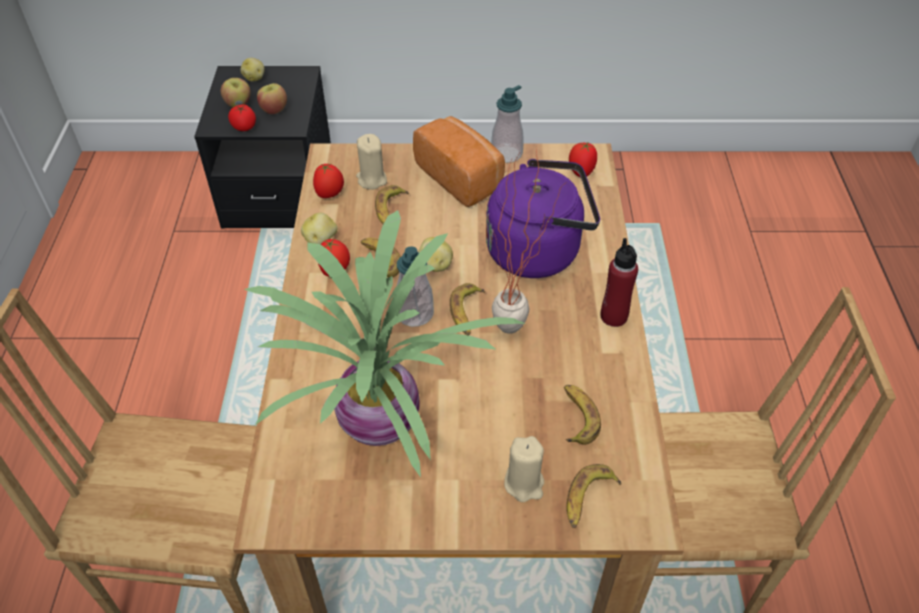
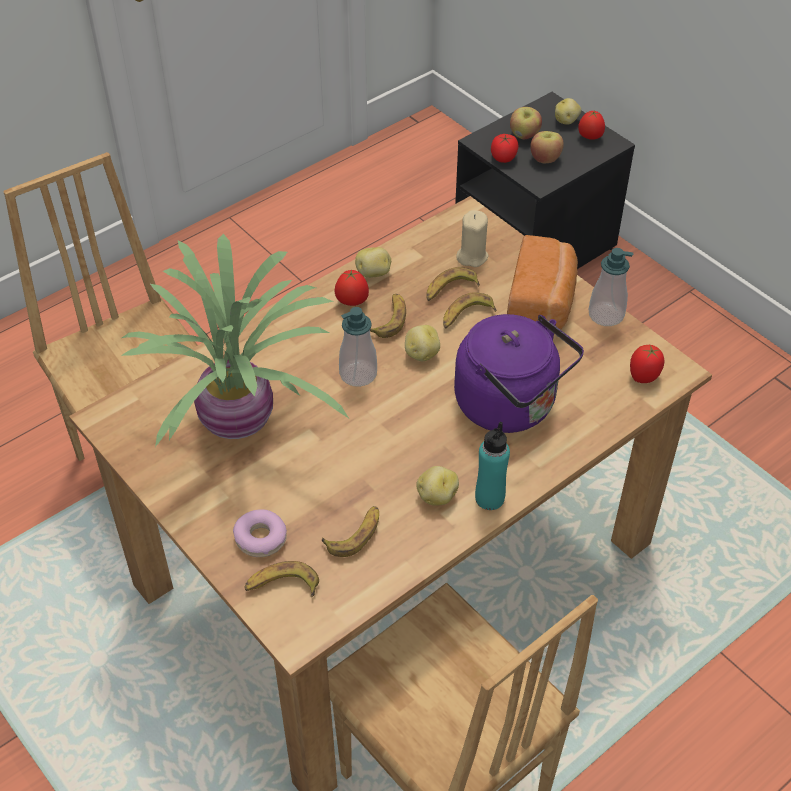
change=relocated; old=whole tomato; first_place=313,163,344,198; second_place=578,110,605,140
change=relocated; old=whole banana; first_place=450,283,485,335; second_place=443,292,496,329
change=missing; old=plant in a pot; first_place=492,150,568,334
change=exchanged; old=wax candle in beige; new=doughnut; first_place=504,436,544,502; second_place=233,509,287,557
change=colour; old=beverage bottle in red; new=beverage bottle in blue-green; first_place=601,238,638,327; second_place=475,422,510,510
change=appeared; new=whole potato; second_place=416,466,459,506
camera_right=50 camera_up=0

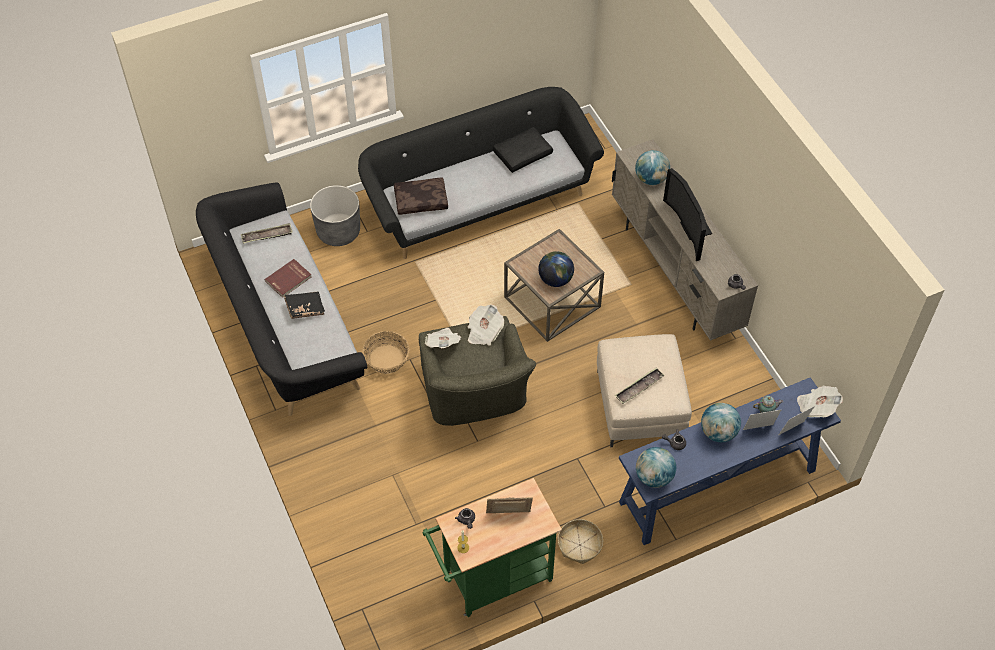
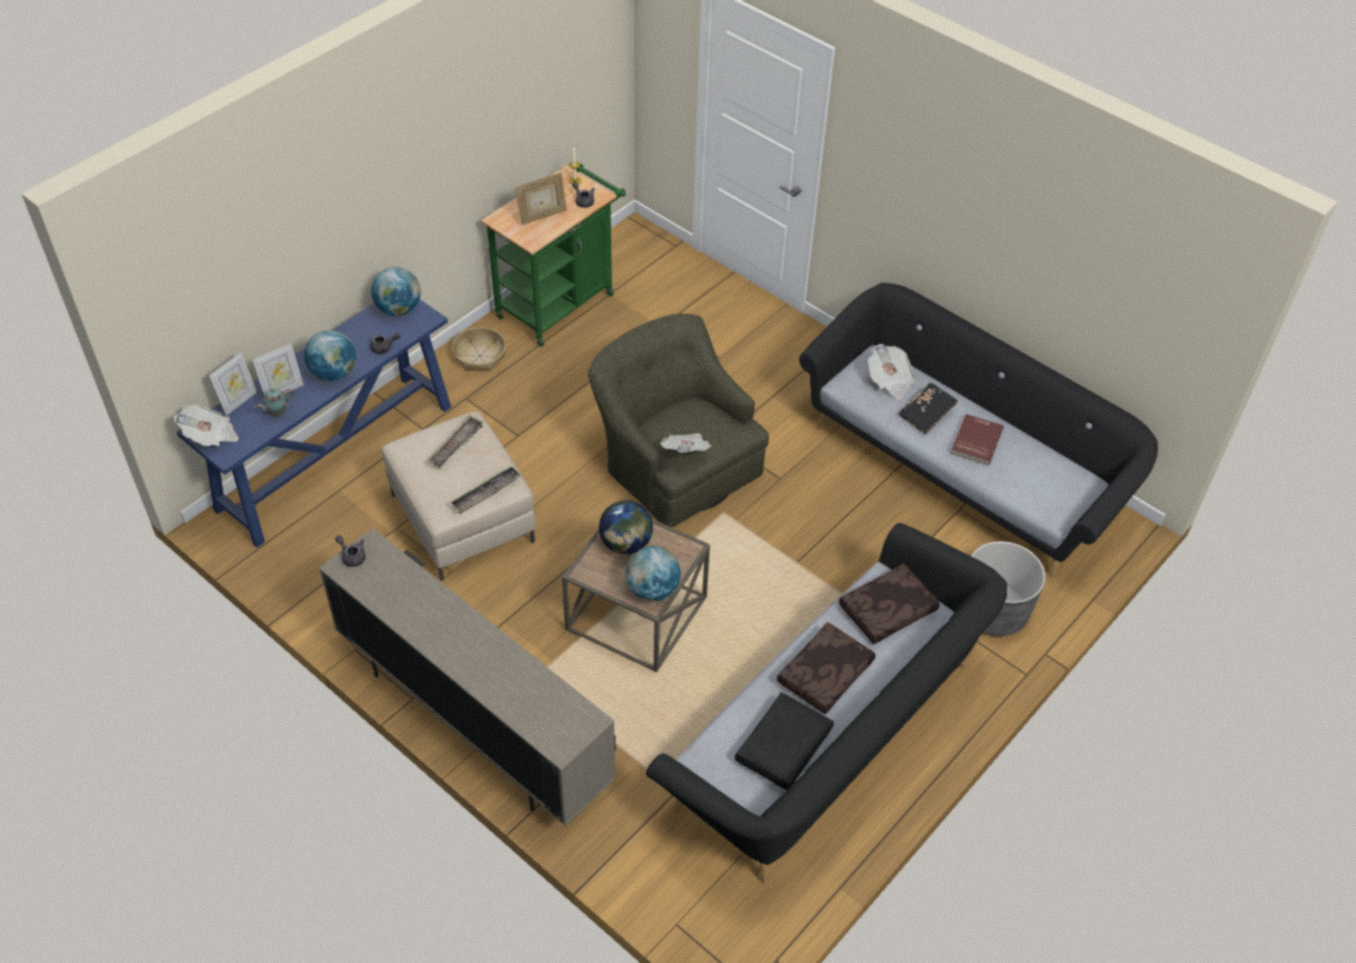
change=relocated; old=tray; first_place=241,223,293,244; second_place=449,465,521,514
change=missing; old=storage basket; first_place=362,331,409,374
change=relocated; old=daily paper; first_place=425,328,461,349; second_place=868,344,916,399
change=relocated; old=desk globe; first_place=635,150,670,185; second_place=626,546,681,601
change=missing; old=TV; first_place=663,168,712,261
change=appeared; new=cushion in brown-coloured; second_place=777,622,876,714
camera_right=155 camera_up=-5

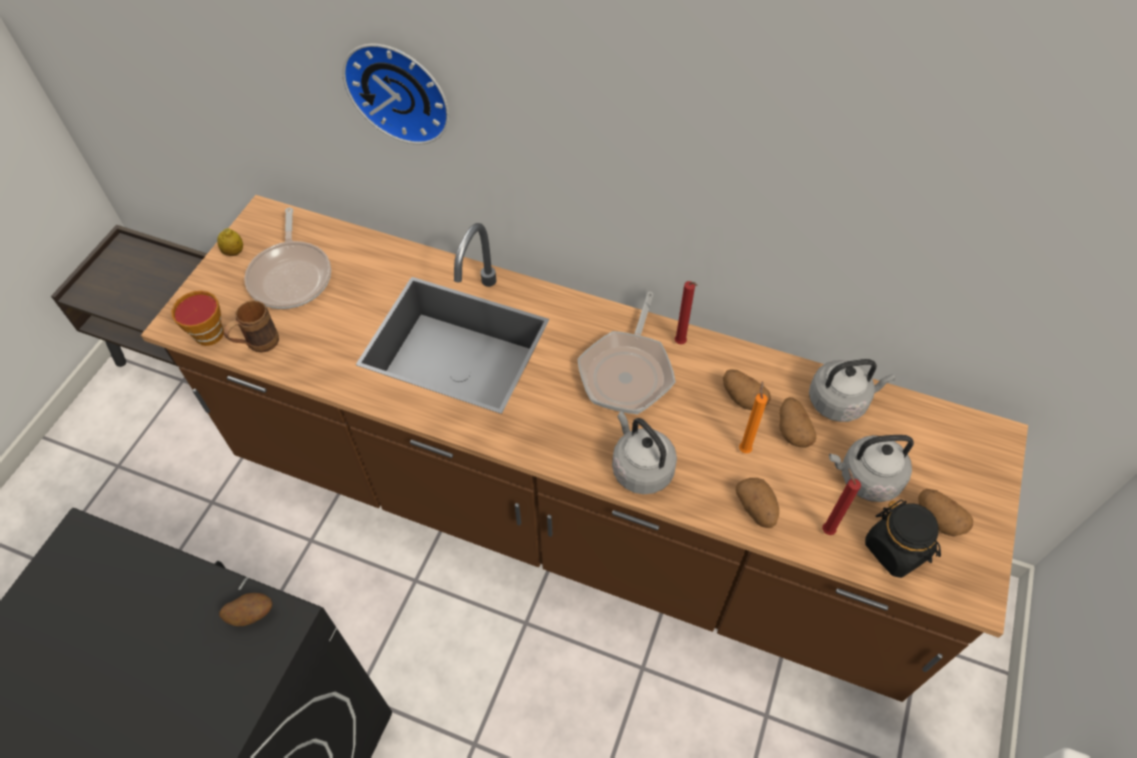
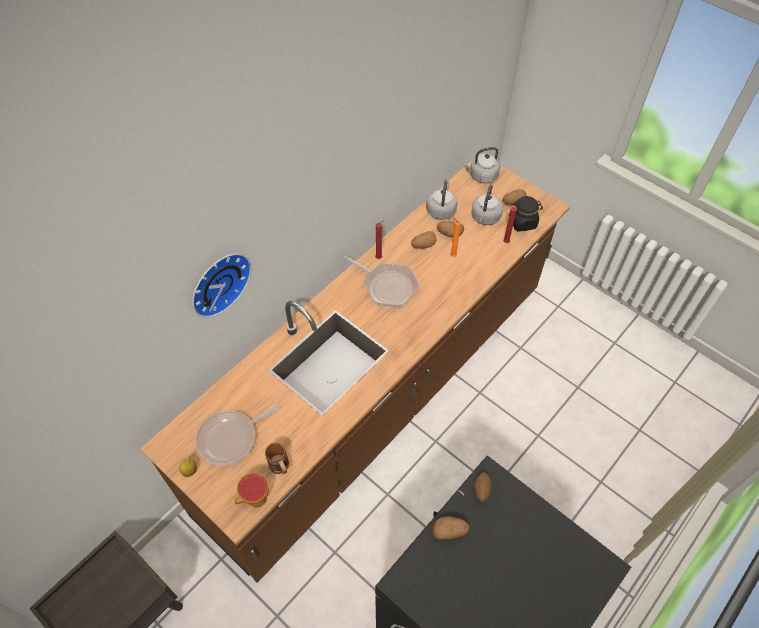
change=spun; old=frying pan; first_place=244,208,331,309; second_place=196,404,281,466; degrees=135
change=relocated; old=water kettle in greyish; first_place=612,411,677,494; second_place=463,147,500,184
change=relocated; old=whole potato; first_place=736,478,779,528; second_place=432,517,469,539
camera_right=-70 camera_up=0

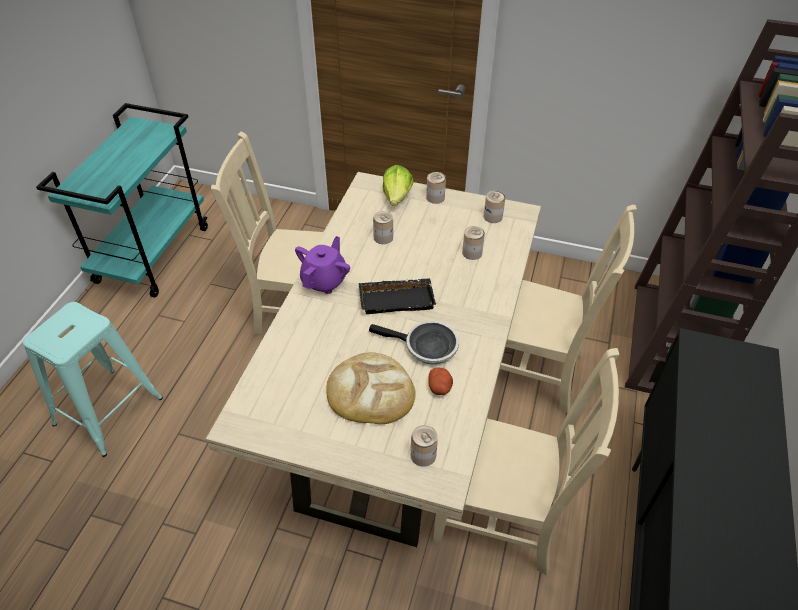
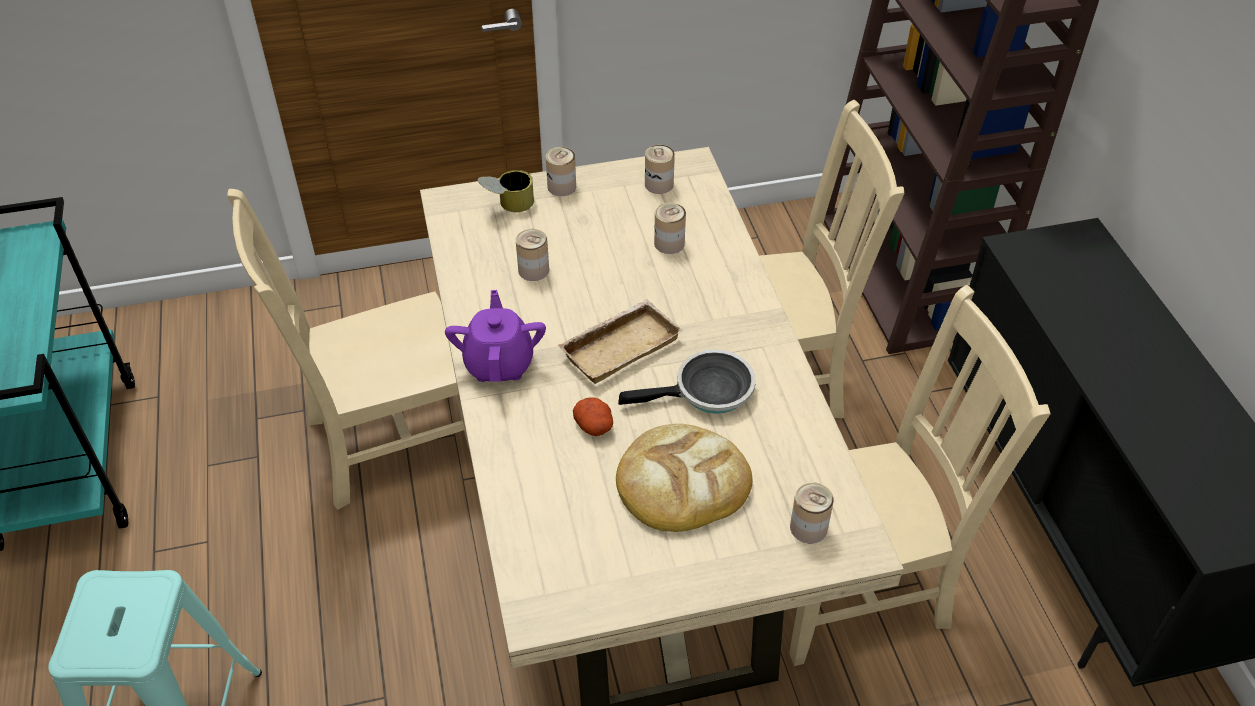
change=colour; old=tray in blackish; new=tray in beige; first_place=359,278,436,314; second_place=558,299,683,384
change=exchanged; old=lettuce; new=metal can; first_place=383,165,414,206; second_place=478,170,534,212
change=relocated; old=whole potato; first_place=428,367,453,395; second_place=573,397,613,436
camera_right=-30 camera_up=0

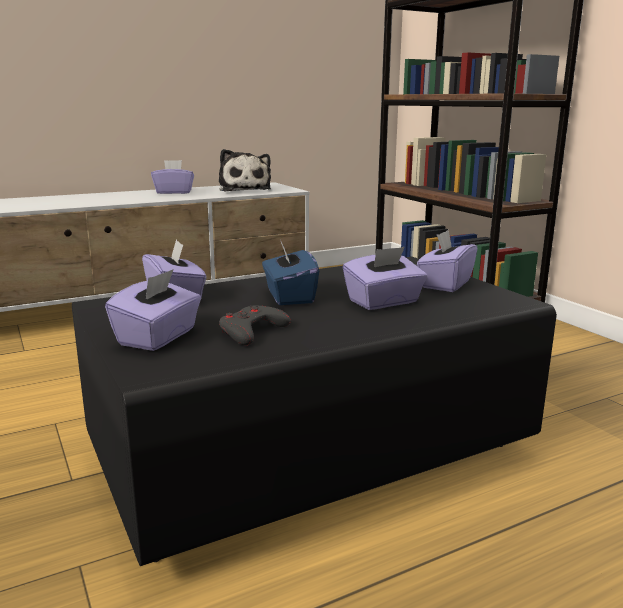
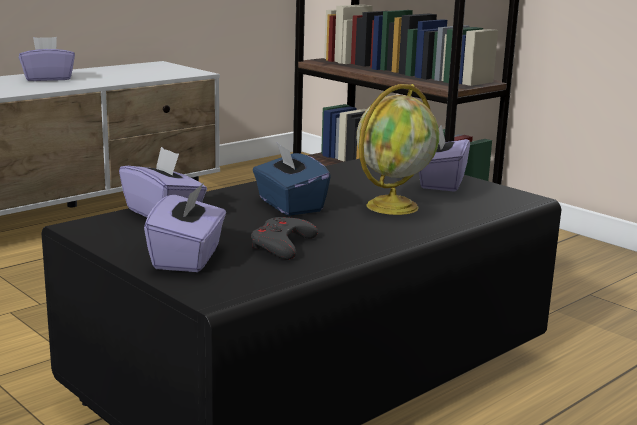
change=missing; old=plush toy; first_place=219,149,271,192
change=exchanged; old=tissue box in purple-coloured; new=desk globe; first_place=343,247,427,310; second_place=357,84,439,215
camera_right=-15 camera_up=0

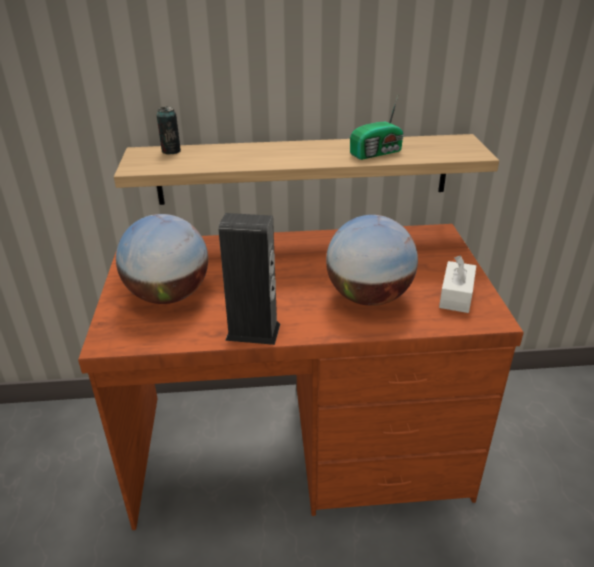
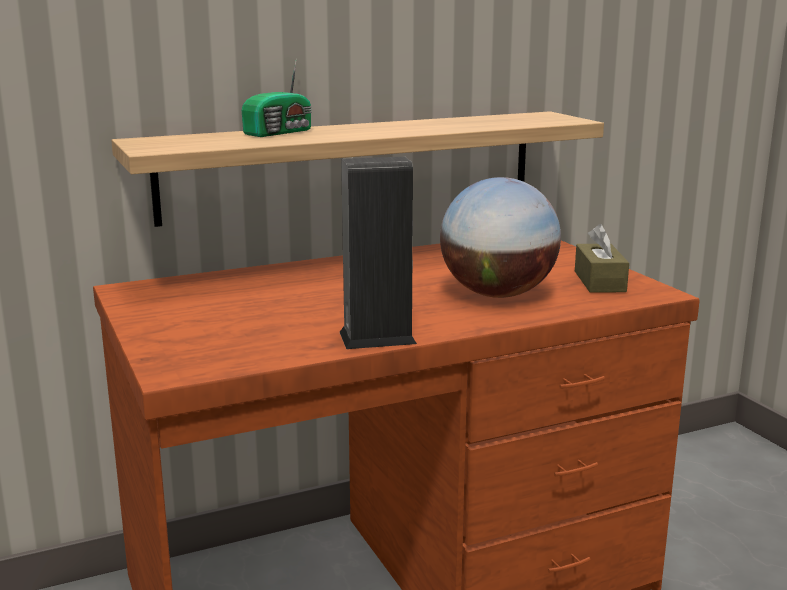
change=missing; old=desk globe; first_place=116,214,208,304
change=missing; old=metal can; first_place=157,106,181,154
change=relocated; old=radio; first_place=350,96,404,160; second_place=242,58,312,137
change=colour; old=tissue box in white-coloured; new=tissue box in brown-coloured; first_place=439,256,476,313; second_place=575,224,629,293
camera_right=-20 camera_up=-15

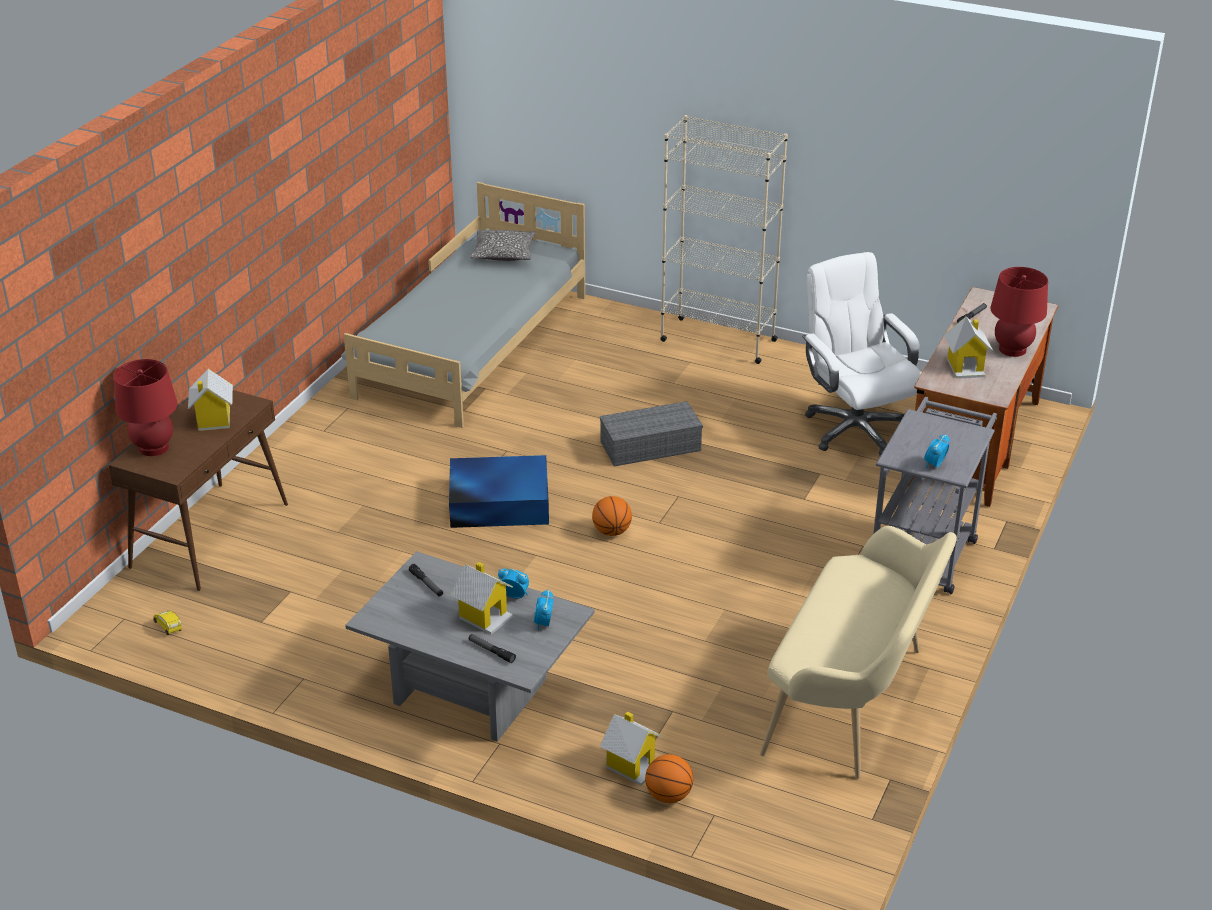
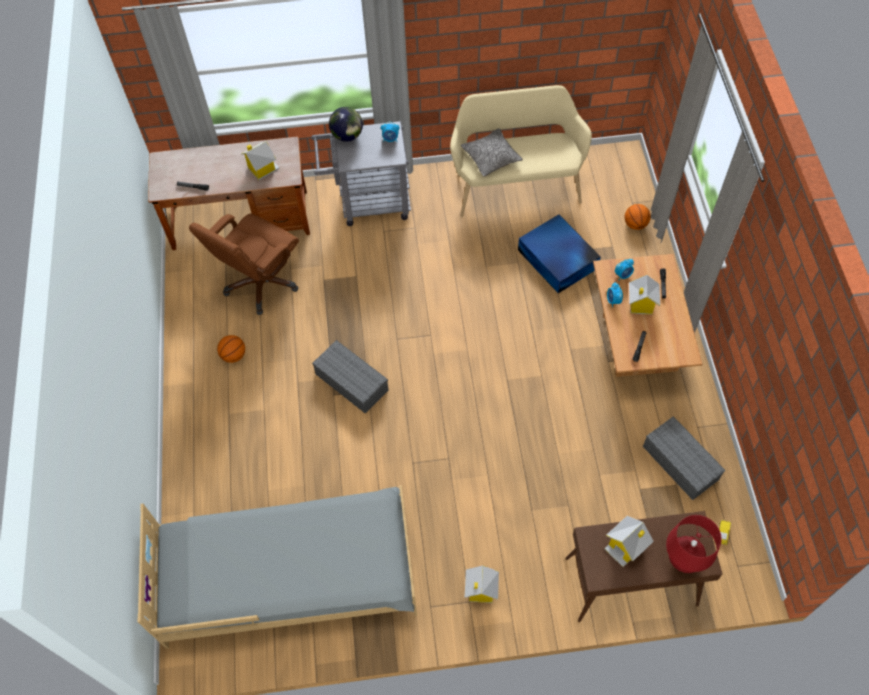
change=colour; old=low table in greyish; new=low table in brown-coloured; first_place=345,551,594,742; second_place=593,254,702,377
change=relocated; old=storage box in blue; first_place=449,455,549,528; second_place=518,214,601,293
change=relocated; old=cushion; first_place=470,230,536,261; second_place=461,128,523,176
change=relocated; old=ball for basketball; first_place=592,496,632,536; second_place=217,335,245,363
change=relocated; old=miniature house; first_place=600,712,662,786; second_place=465,566,499,603
change=missing; old=bookshelf in beige; first_place=660,115,788,364
change=colour; old=computer chair in white-coloured; new=computer chair in brown-coloured; first_place=802,252,922,456; second_place=189,214,299,315
change=missing; old=lamp for a table in red; first_place=991,267,1048,357
change=appeared; new=desk globe; second_place=329,107,363,142
change=appeared; new=storage box in greyish; second_place=643,416,726,500
camera_right=-120 camera_up=25

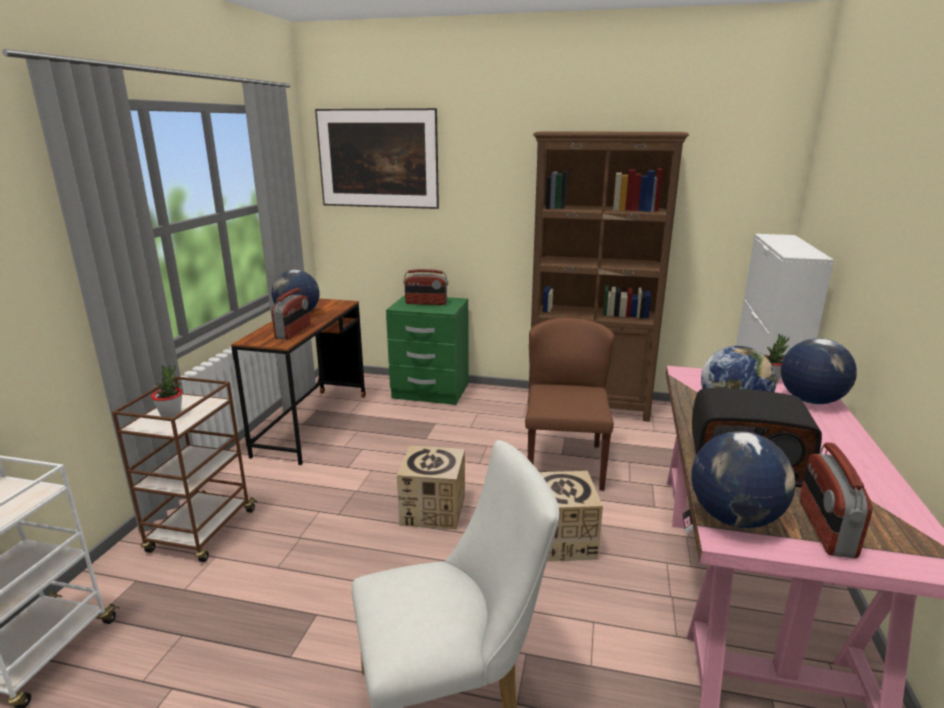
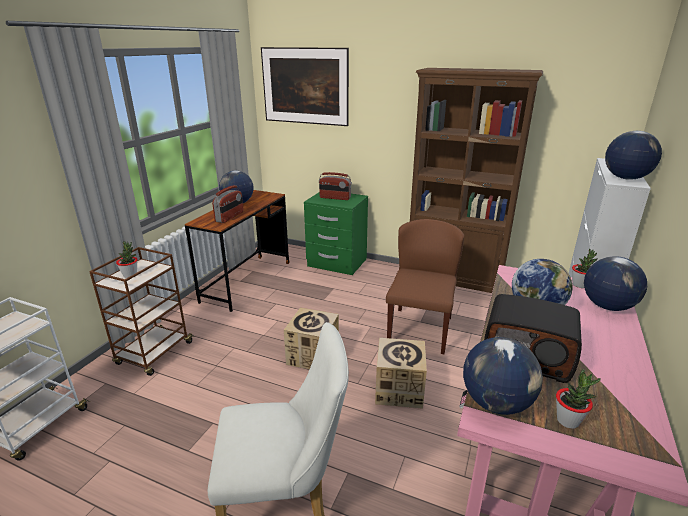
change=exchanged; old=radio; new=plant in a pot; first_place=800,442,872,558; second_place=556,369,601,429
change=appeared; new=desk globe; second_place=605,131,662,180
camera_right=10 camera_up=5

